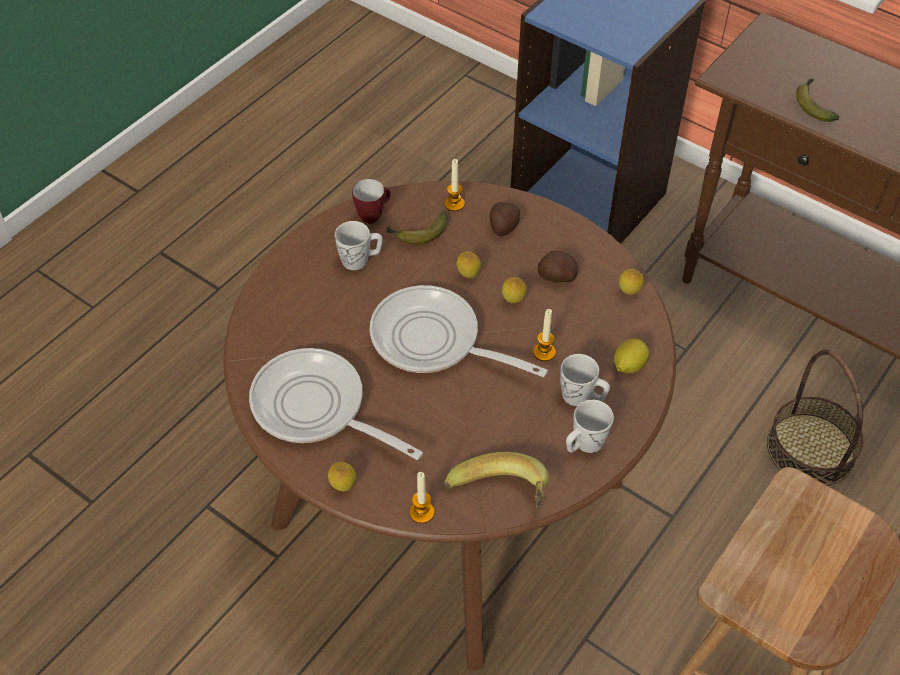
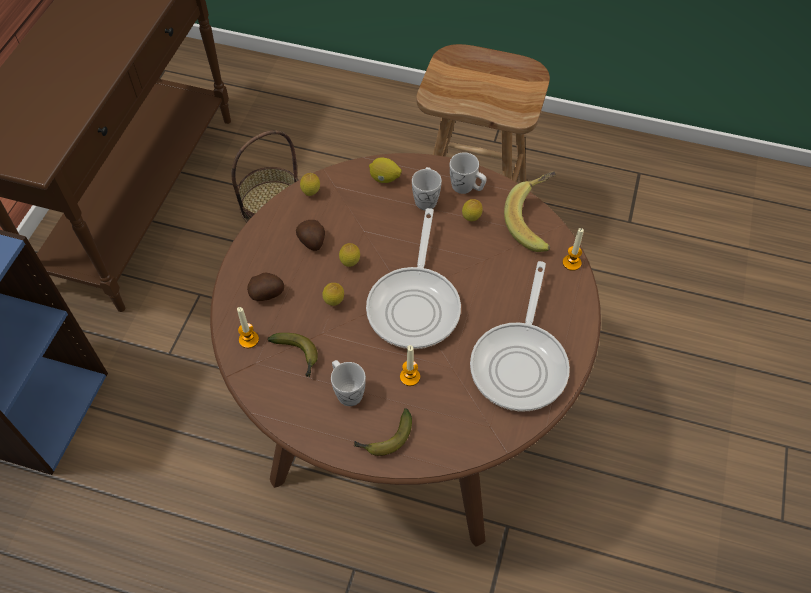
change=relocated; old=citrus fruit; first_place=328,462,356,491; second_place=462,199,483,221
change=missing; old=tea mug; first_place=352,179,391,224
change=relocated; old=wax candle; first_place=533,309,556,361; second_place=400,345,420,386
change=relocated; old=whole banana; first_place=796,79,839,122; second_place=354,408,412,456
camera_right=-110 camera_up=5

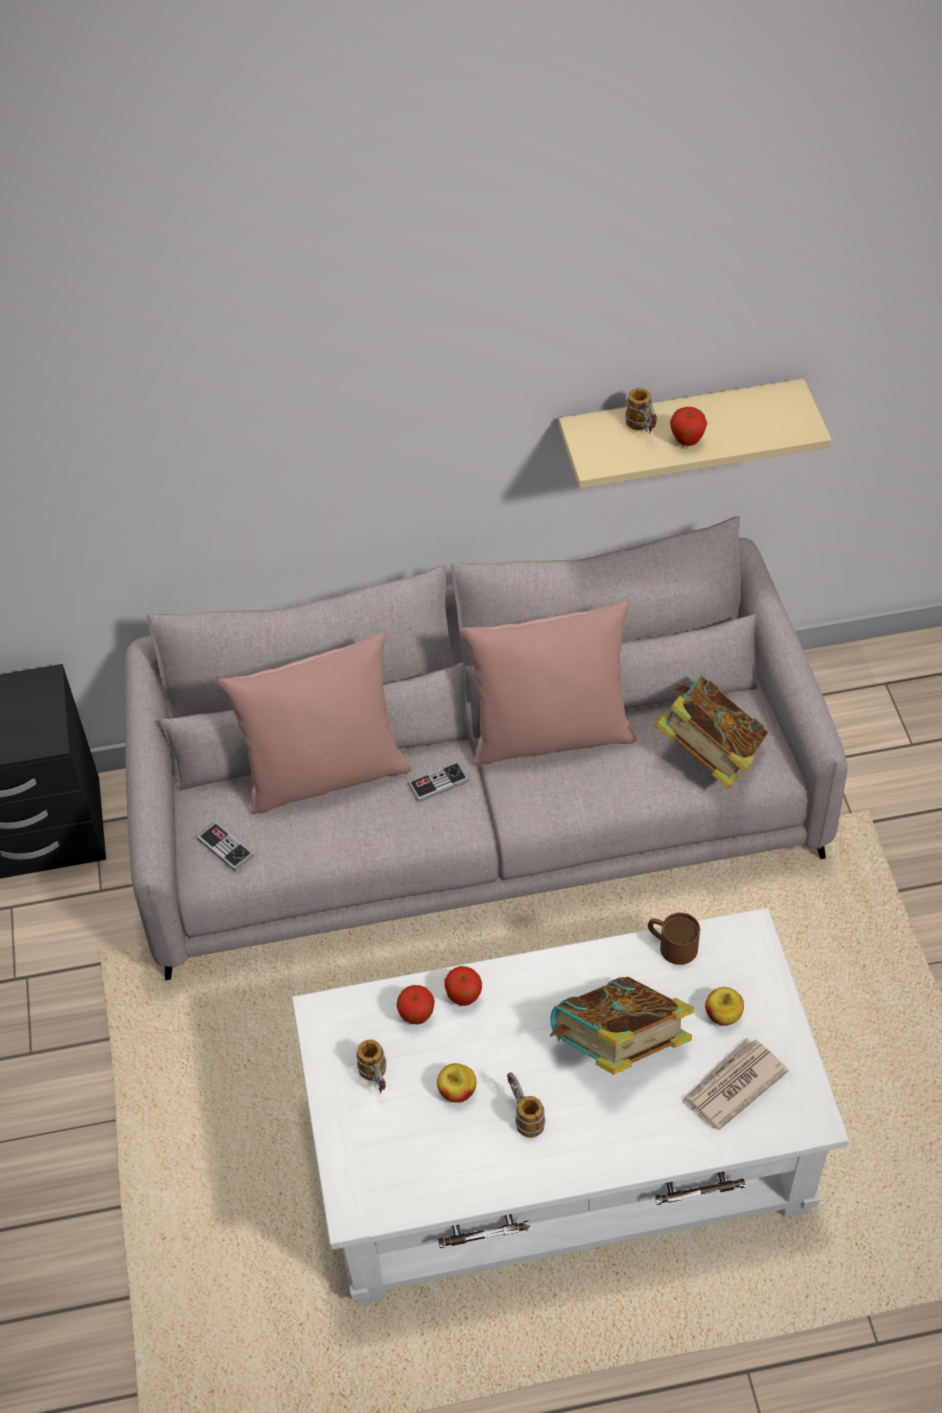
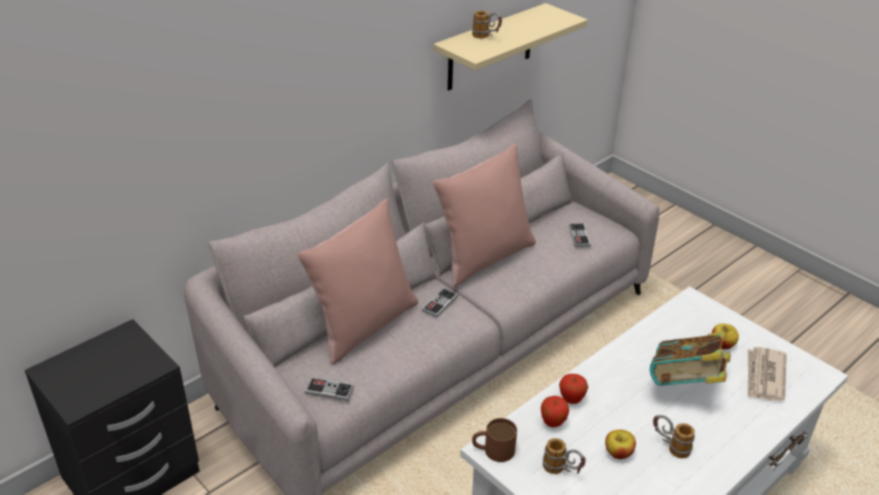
change=relocated; old=tea mug in brown-coloured; first_place=648,913,700,965; second_place=472,418,517,462
change=exchanged; old=bound book; new=joypad; first_place=655,675,768,789; second_place=569,223,591,247
change=missing; old=apple fruit; first_place=670,407,707,446
camera_right=-35 camera_up=-15

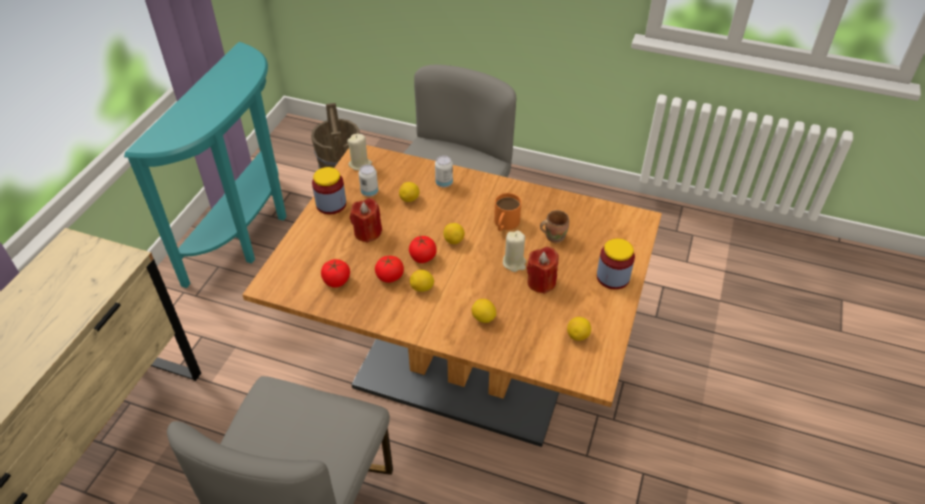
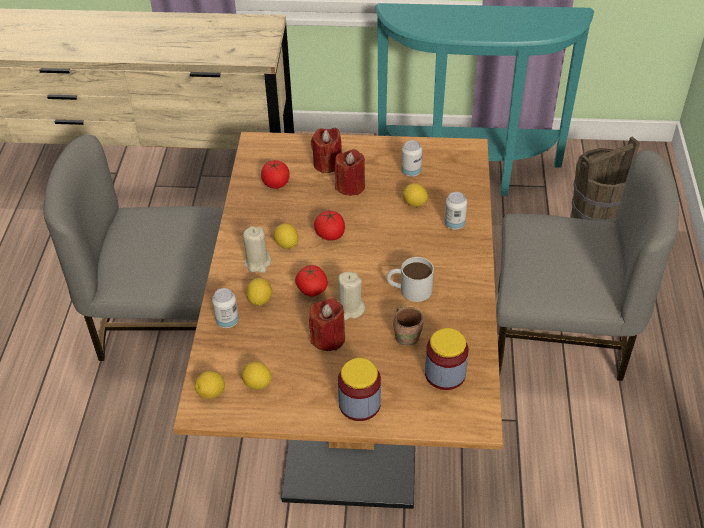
change=relocated; old=storage jar; first_place=312,167,346,215; second_place=425,328,469,390
change=relocated; old=wax candle in beige; first_place=347,134,372,171; second_place=243,226,271,273
change=relocated; old=whole tomato; first_place=375,256,404,283; second_place=295,265,328,296
change=relocated; old=citrus fruit; first_place=443,223,465,244; second_place=195,371,225,399
change=colour; old=tea mug in orangey; new=tea mug in white-coloured; first_place=494,193,521,231; second_place=387,257,434,302
change=appeared; new=metal can; second_place=212,288,239,328
change=appeared; new=wax candle in red; second_place=311,128,342,173
camera_right=75 camera_up=0

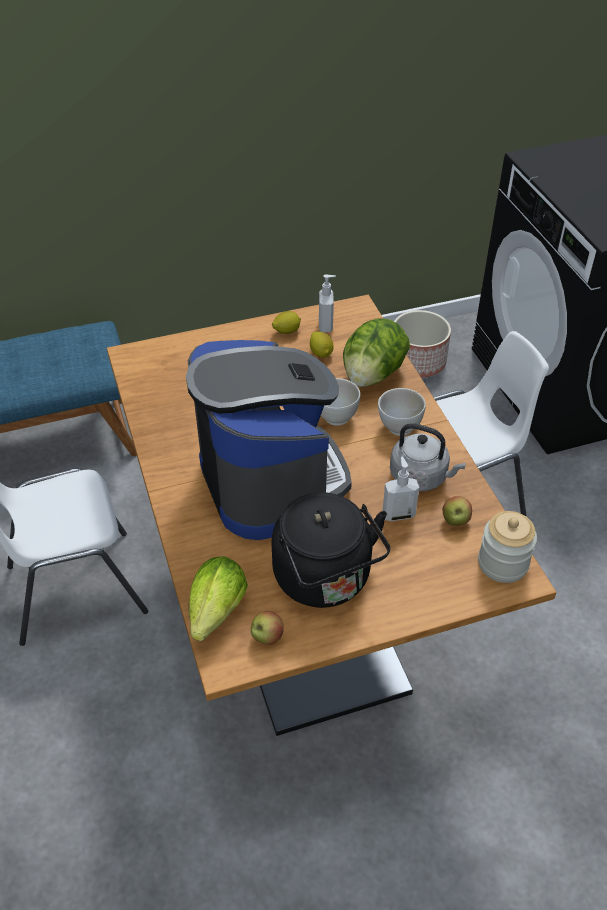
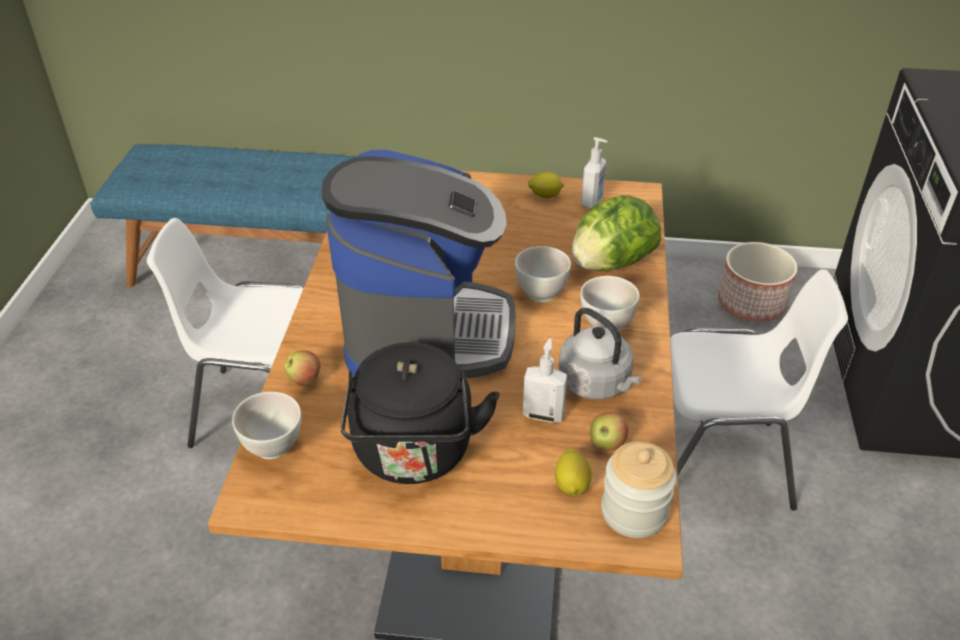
change=exchanged; old=lettuce; new=bowl in white-coloured; first_place=189,556,248,641; second_place=232,392,301,460
change=relocated; old=apple fruit; first_place=251,611,284,645; second_place=284,350,320,386
change=relocated; old=citrus fruit; first_place=310,332,334,357; second_place=555,449,592,496
camera_right=25 camera_up=-5

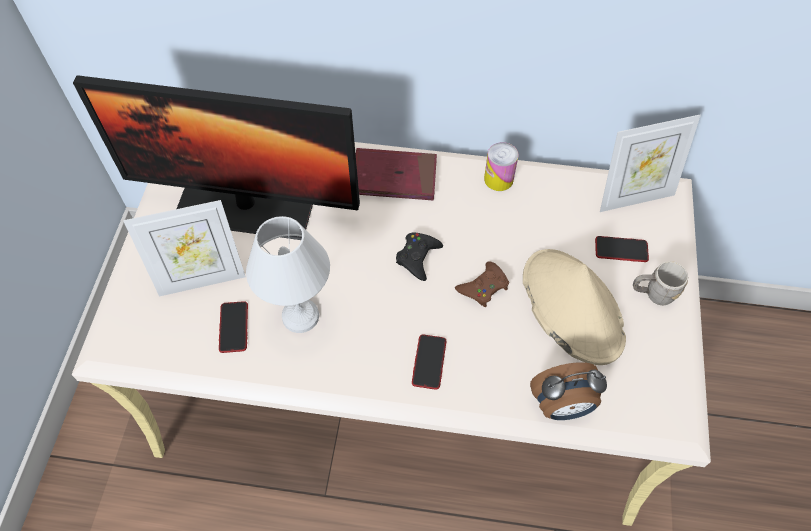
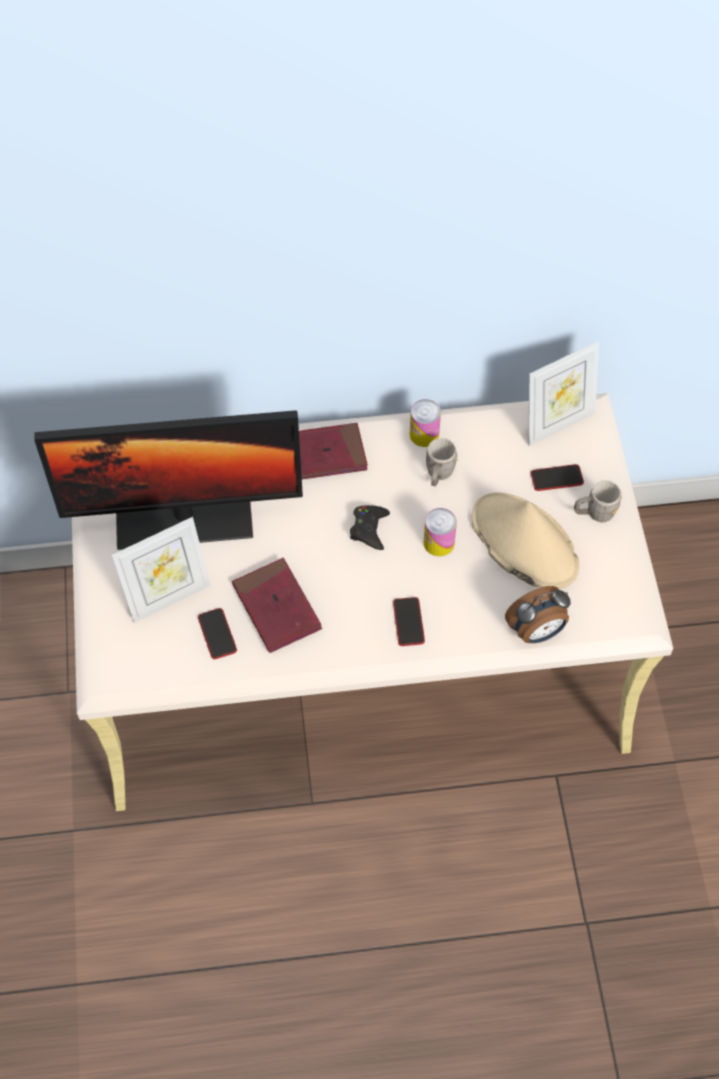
change=exchanged; old=lamp for a table in white-coloured; new=bound book in red; first_place=246,216,330,333; second_place=232,558,322,653
change=exchanged; old=joypad in brown-coloured; new=metal can; first_place=455,261,509,307; second_place=424,508,457,556
change=appeared; new=tea mug in greyish; second_place=426,438,458,486
camera_right=-15 camera_up=0

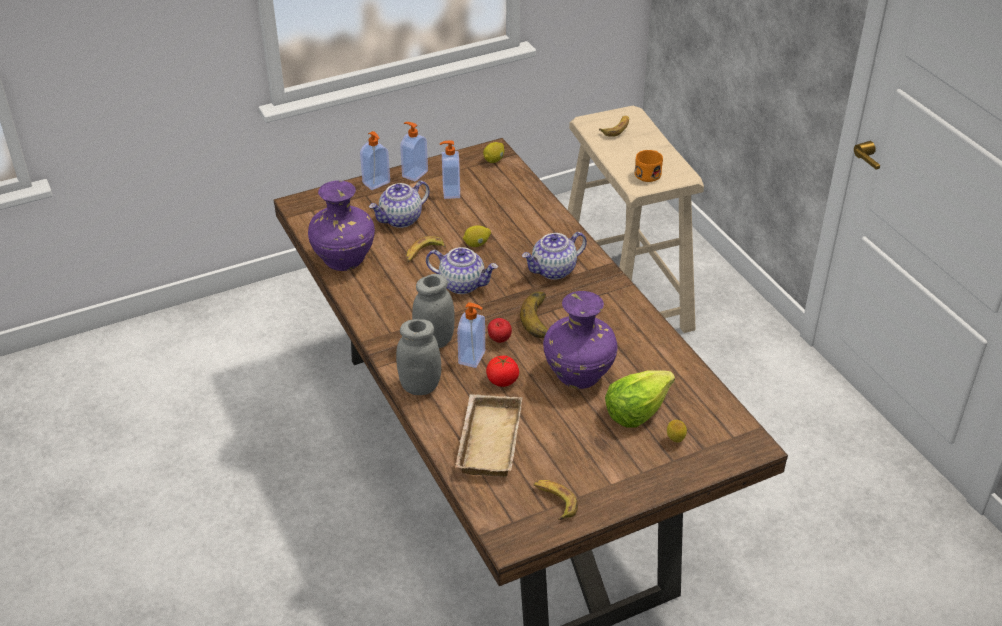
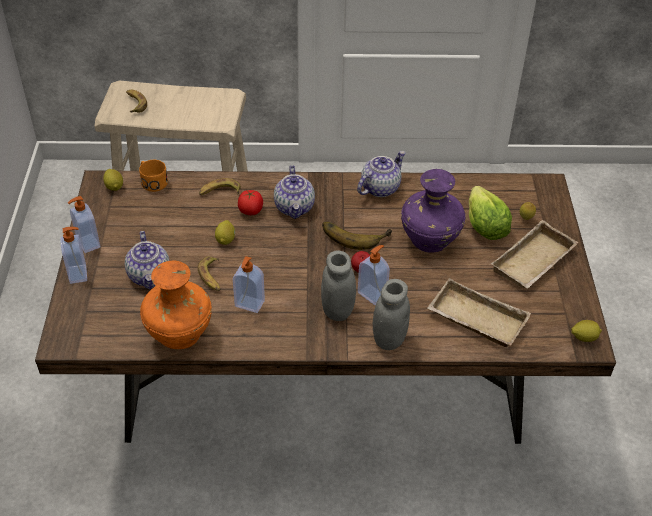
change=colour; old=flower vase in purple-coloured; new=flower vase in orangey; first_place=308,181,375,271; second_place=140,261,212,349
change=relocated; old=tea pot; first_place=426,247,498,294; second_place=357,151,406,197
change=relocated; old=soap bottle; first_place=440,140,460,199; second_place=233,256,265,313
change=relocated; old=whole tomato; first_place=486,356,519,387; second_place=238,190,263,215
change=relocated; old=whole banana; first_place=533,480,578,520; second_place=199,178,241,195
change=relocated; old=tea mug in orangey; first_place=635,150,663,182; second_place=139,160,168,192
change=appeared; new=tray in beige; second_place=491,220,579,288
change=appeared; new=citrus fruit; second_place=571,320,602,342
camera_right=-65 camera_up=5

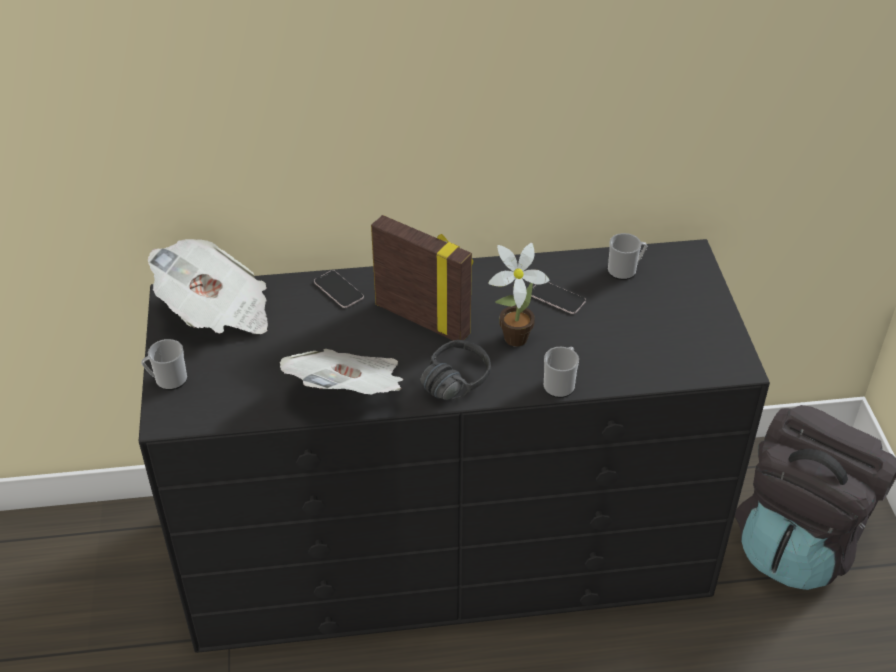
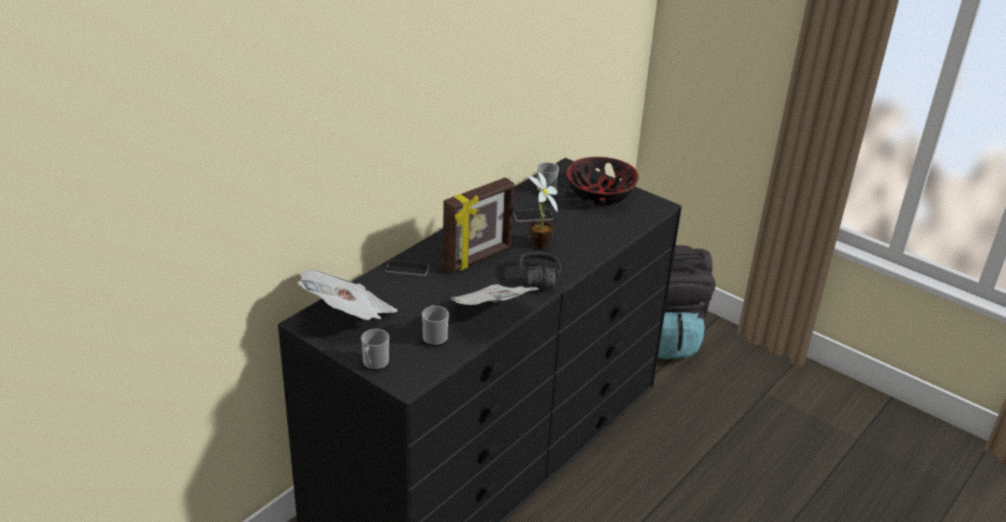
change=spun; old=photo frame; first_place=371,215,473,340; second_place=443,178,514,273; degrees=150
change=relocated; old=tea mug; first_place=544,347,579,398; second_place=422,305,449,346
change=appeared; new=bowl; second_place=566,157,638,205
camera_right=-45 camera_up=-10

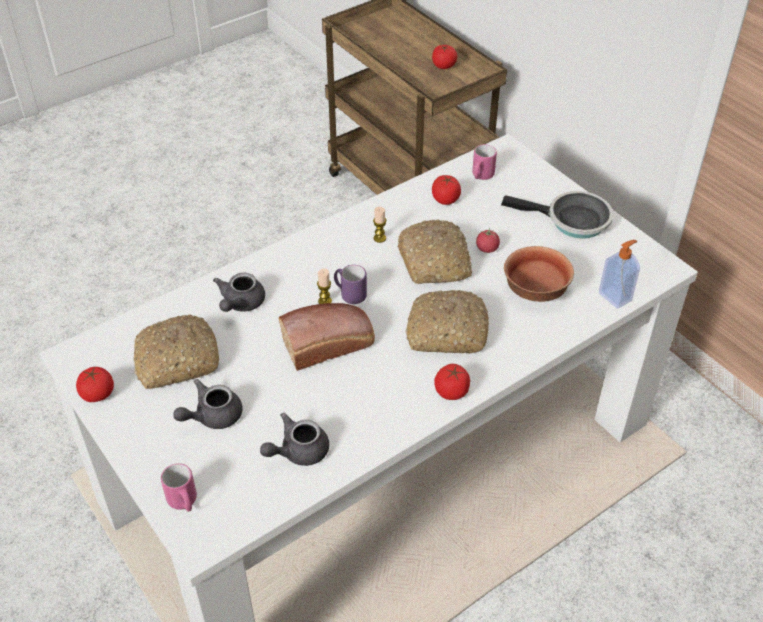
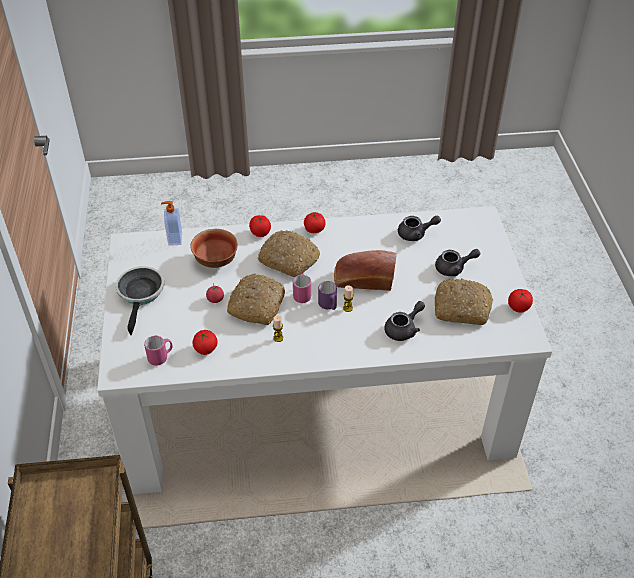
change=relocated; old=tea mug in pink; first_place=161,463,197,512; second_place=293,274,311,303
change=relocated; old=whole tomato; first_place=432,45,457,69; second_place=249,215,271,237
change=spun; old=frying pan; first_place=501,191,613,239; second_place=115,266,165,335; degrees=45
camera_right=-150 camera_up=0

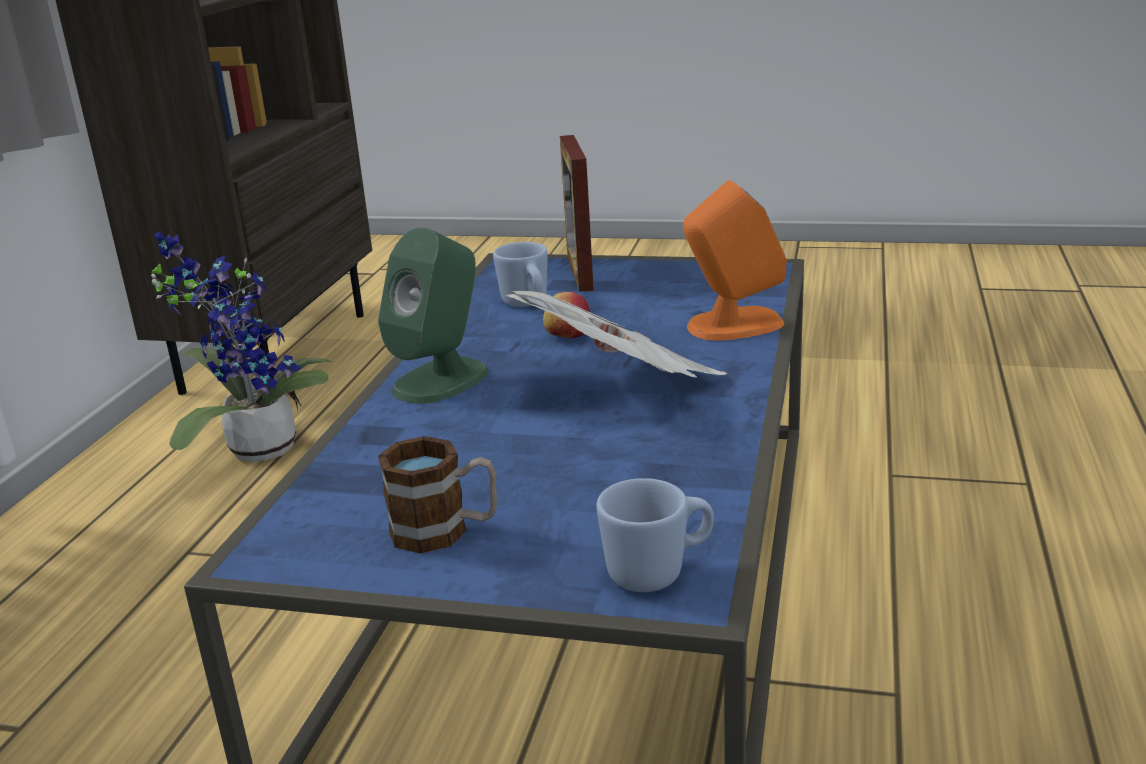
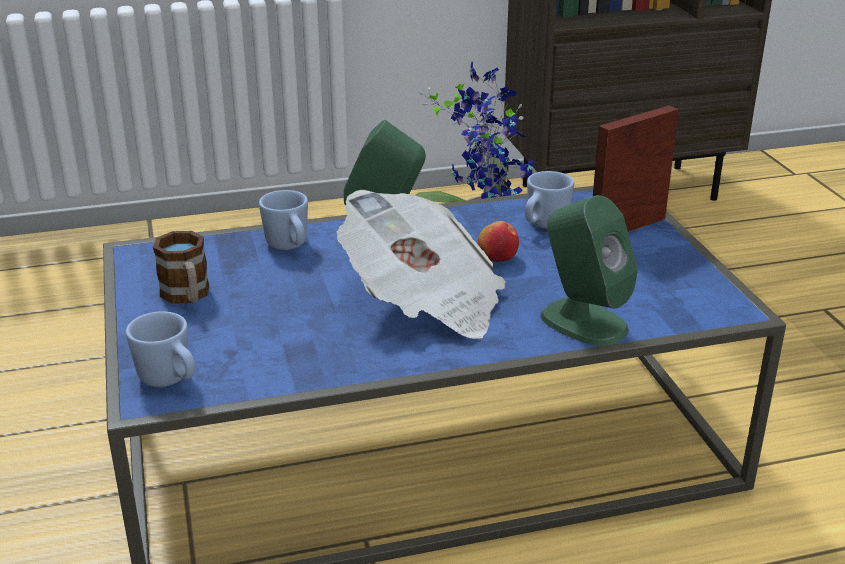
change=colour; old=speaker in orangey; new=speaker in green; first_place=683,180,787,341; second_place=540,195,638,346
change=appeared; new=tea mug in blue; second_place=259,190,308,250
camera_right=60 camera_up=5

